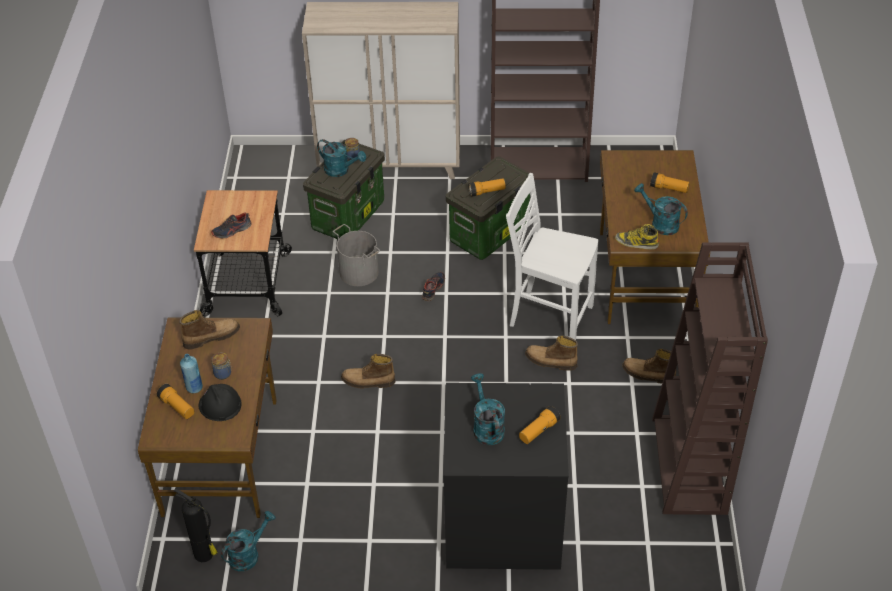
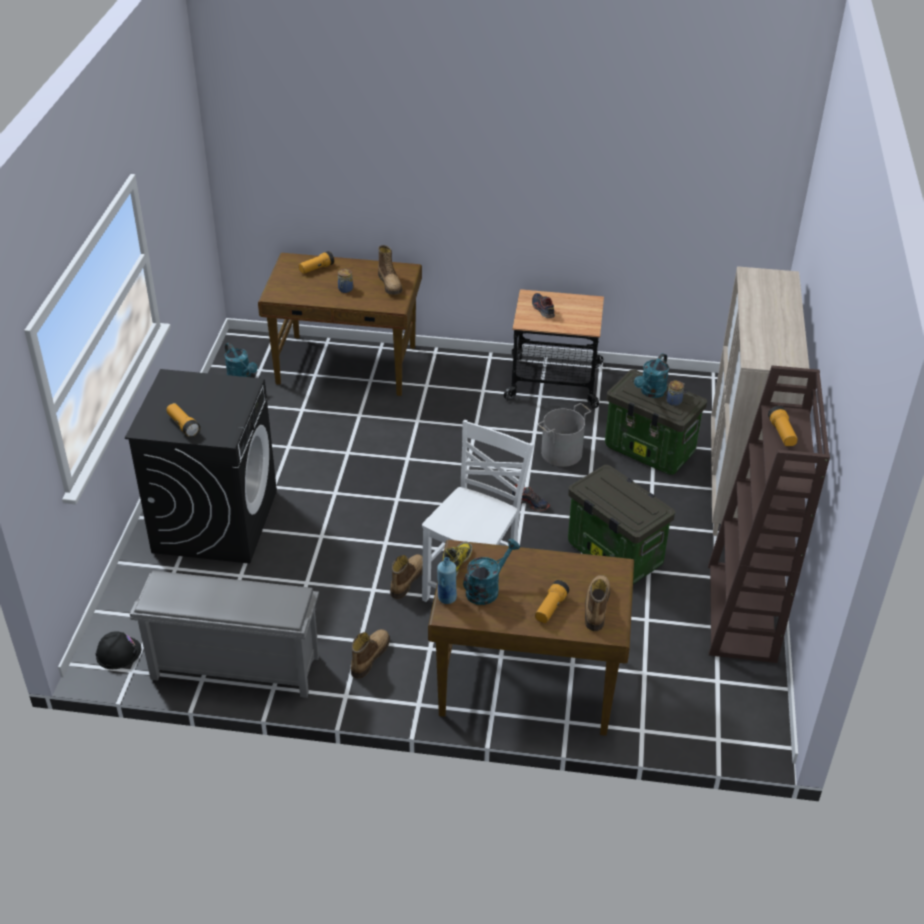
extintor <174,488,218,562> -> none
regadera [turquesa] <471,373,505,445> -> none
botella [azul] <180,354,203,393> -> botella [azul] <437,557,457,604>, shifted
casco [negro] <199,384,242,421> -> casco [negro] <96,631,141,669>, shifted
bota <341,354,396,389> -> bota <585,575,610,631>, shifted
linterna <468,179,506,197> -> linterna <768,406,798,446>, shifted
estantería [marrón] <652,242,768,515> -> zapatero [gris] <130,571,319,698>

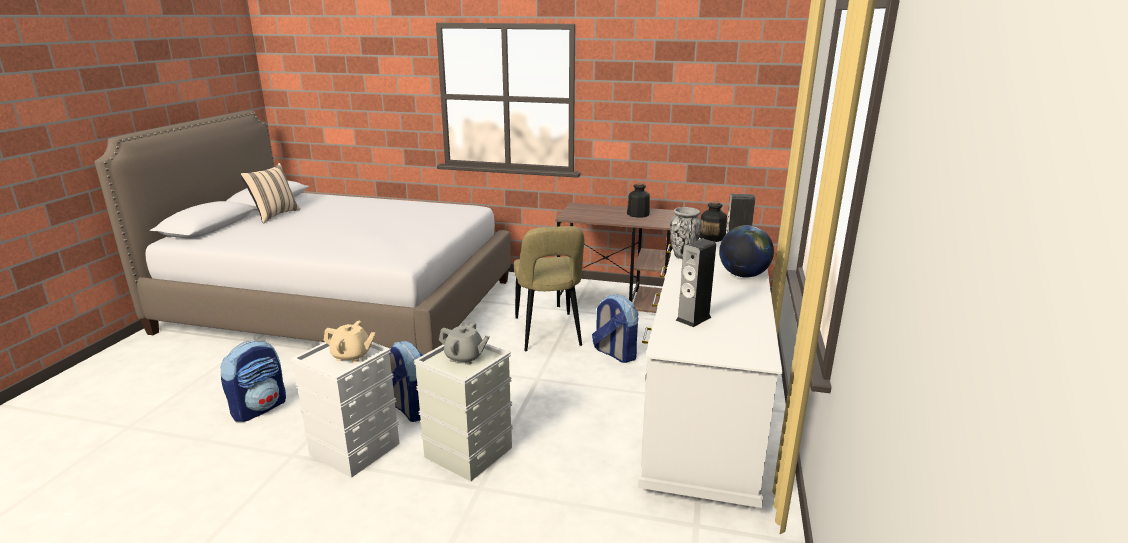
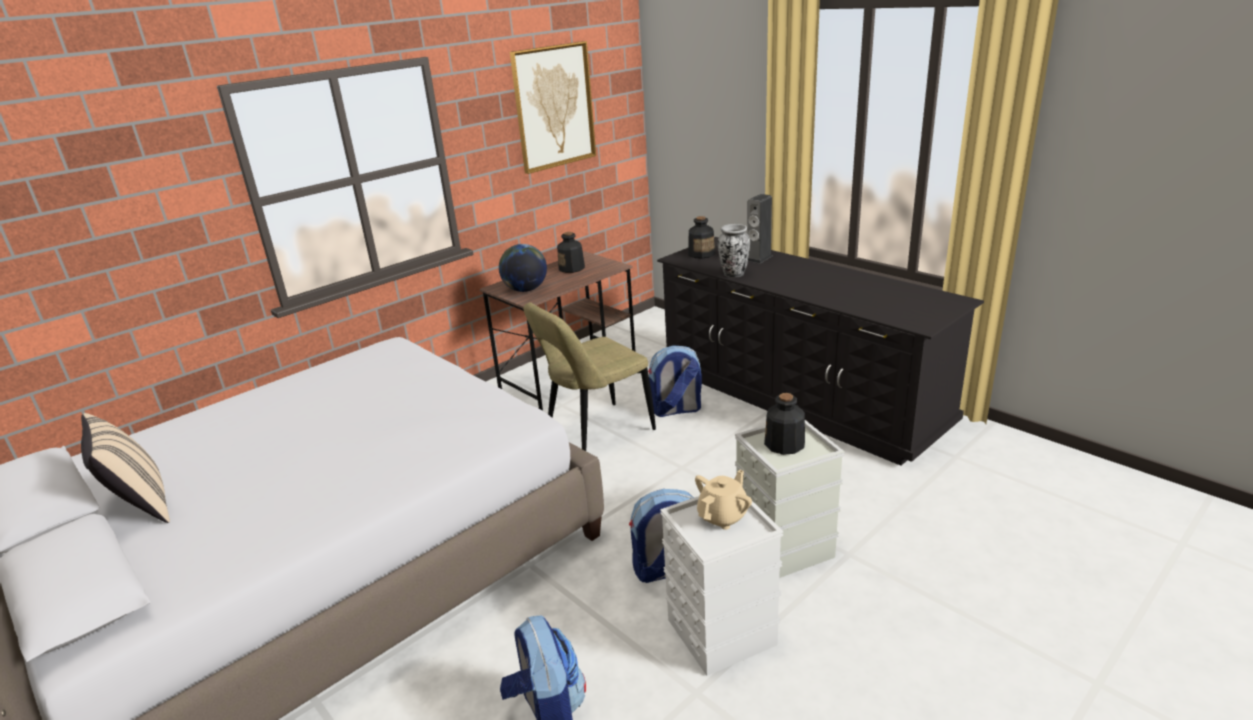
altavoz <676,238,716,327> -> none
none -> cuadro <510,41,596,174>
globo terráqueo <719,225,774,278> -> globo terráqueo <499,244,547,292>, shifted
tetera [gris] <439,323,490,365> -> botella <764,393,805,455>
cómoda [blanco] <638,238,782,509> -> cómoda [negro] <657,237,984,466>
silla [beis] <514,226,585,351> -> silla [beis] <523,302,656,451>, 120 degrees clockwise

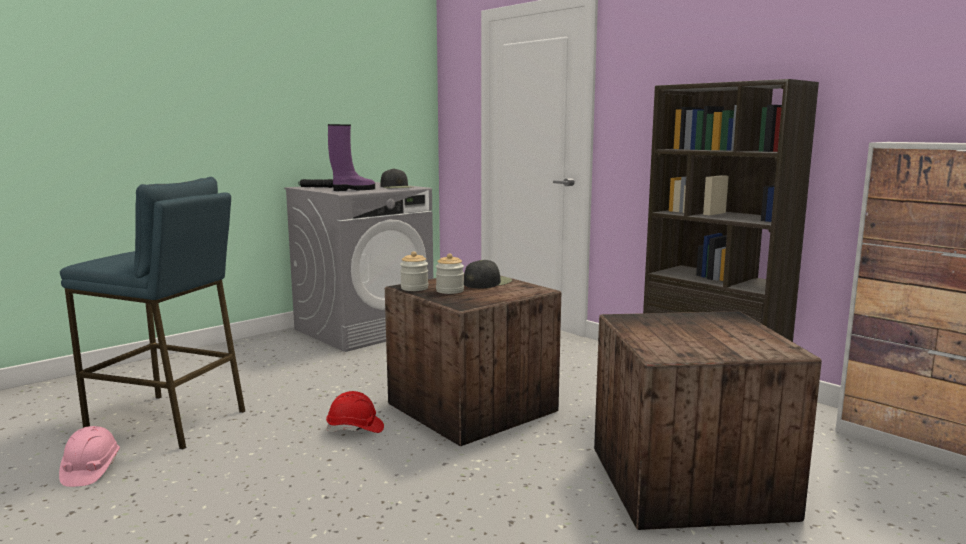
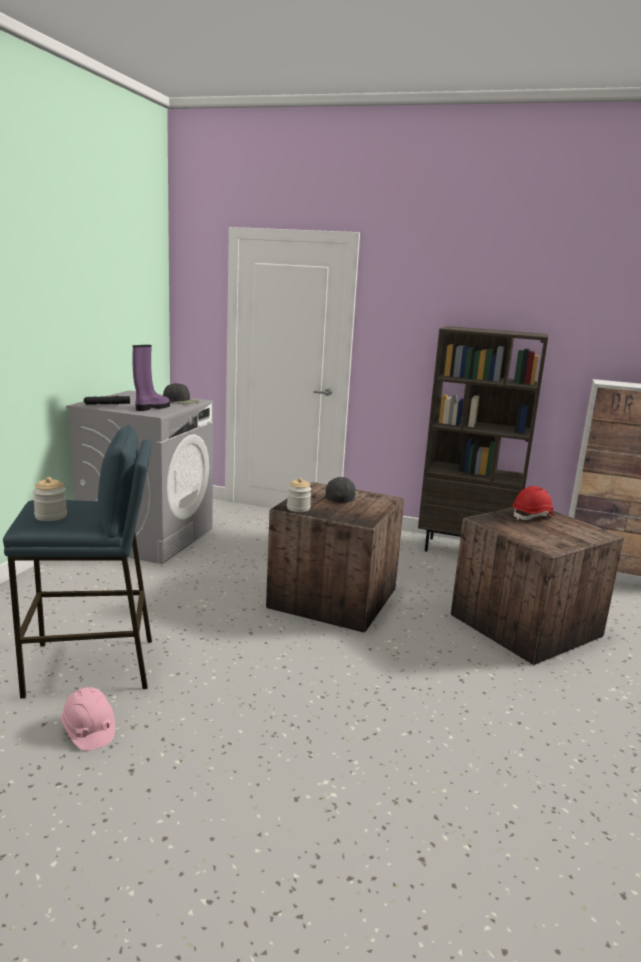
casco [rojo] <326,391,384,433> -> casco [rojo] <512,486,556,520>, shifted
tarro <436,253,464,294> -> tarro <33,477,67,521>, shifted

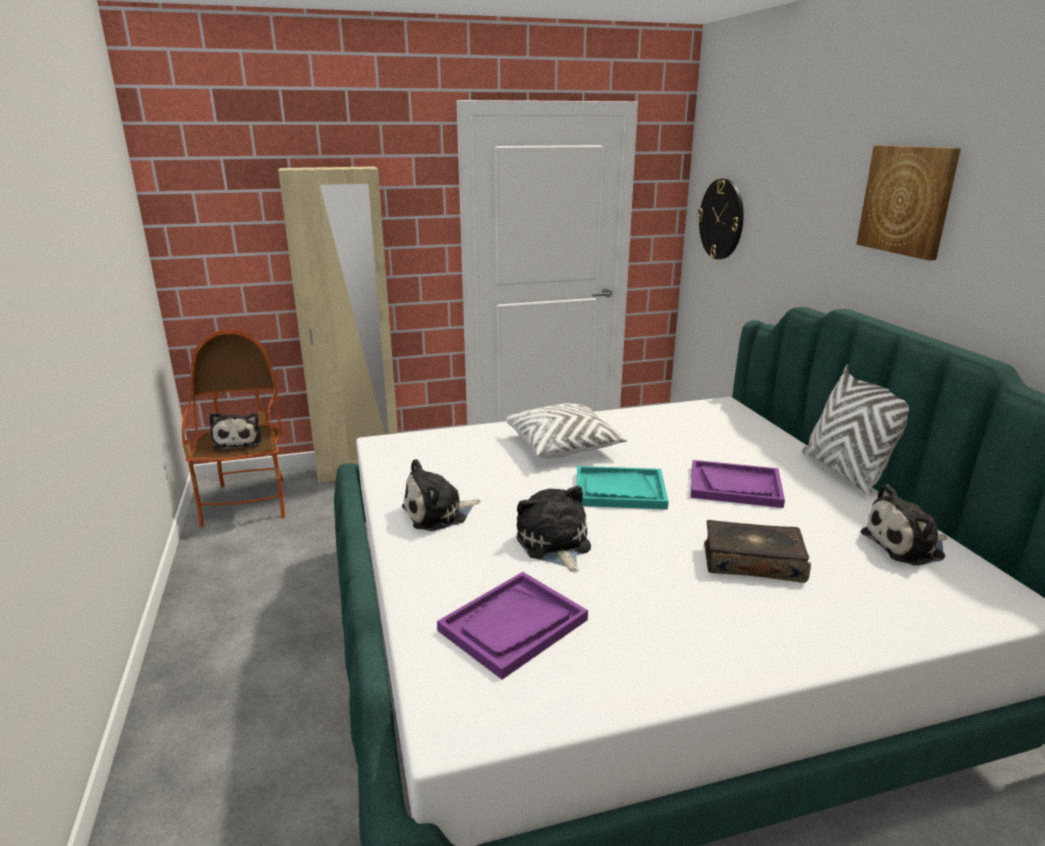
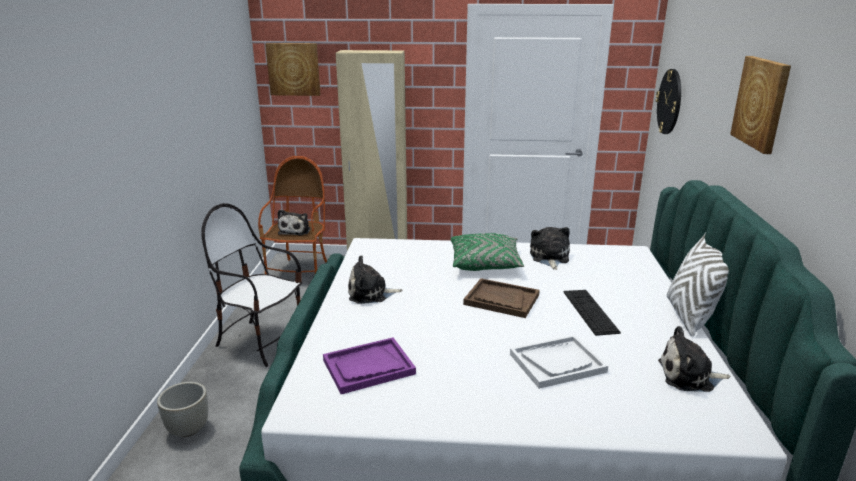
none -> maceta [gris] <157,382,208,437>
none -> silla <201,203,302,367>
none -> cuadro <265,43,321,96>
peluche <517,485,591,573> -> peluche <530,227,570,270>, shifted
bandeja [morado] <691,460,785,508> -> teclado <564,290,621,336>
libro <704,520,811,583> -> bandeja [blanco] <510,335,608,389>
cojín [blanco] <504,403,627,458> -> cojín [verde] <451,233,525,271>
bandeja [turquesa] <577,466,669,509> -> bandeja [marrón] <463,278,540,318>

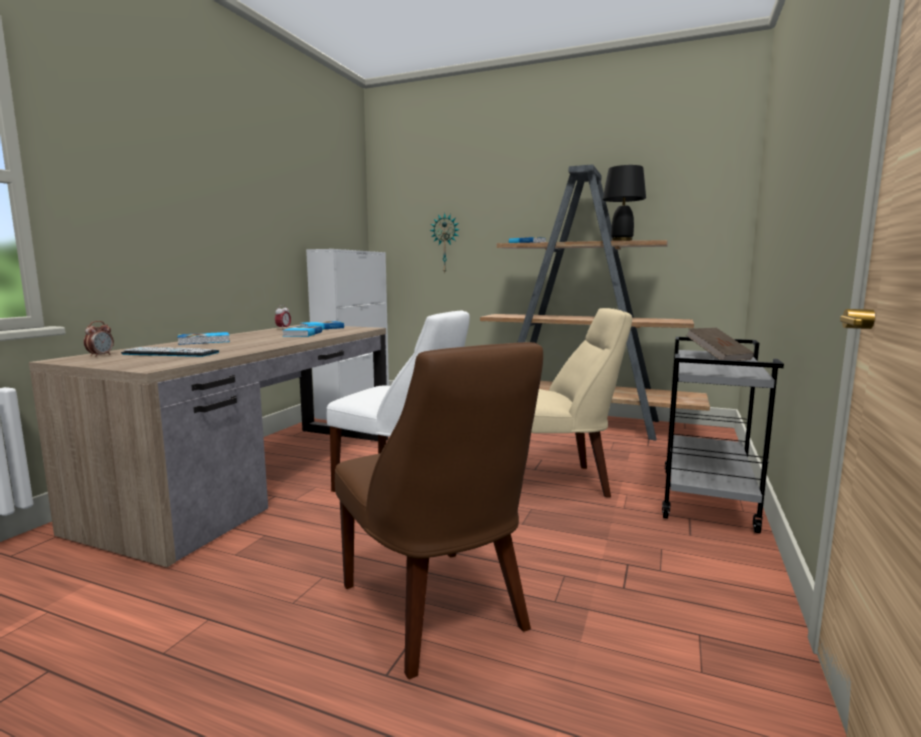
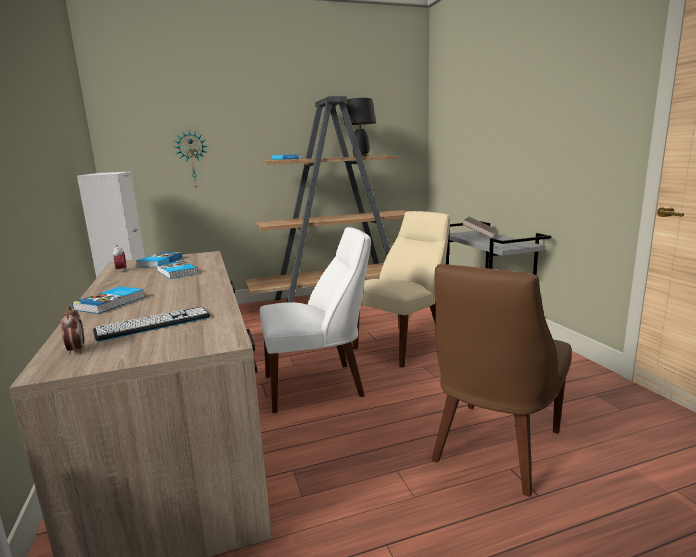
silla [marrón] <335,342,543,679> -> silla [marrón] <431,264,572,497>, 105 degrees clockwise

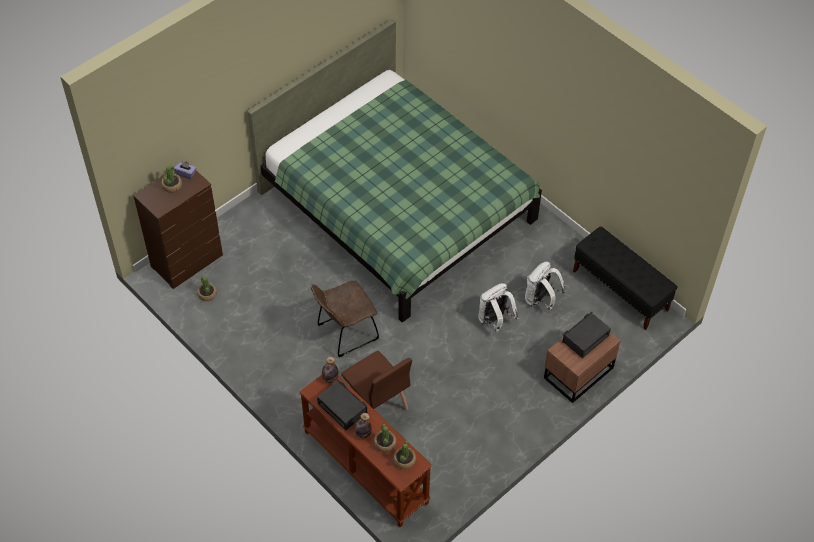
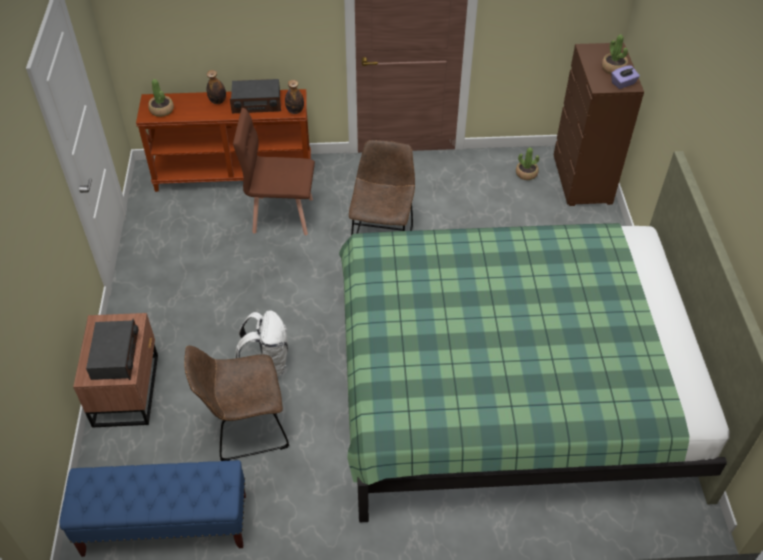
planta en maceta <374,424,396,452> -> none
mochila [blanco] <525,262,565,310> -> silla [marrón] <184,345,289,461>
banco [negro] <573,227,677,330> -> banco [azul] <59,460,246,557>

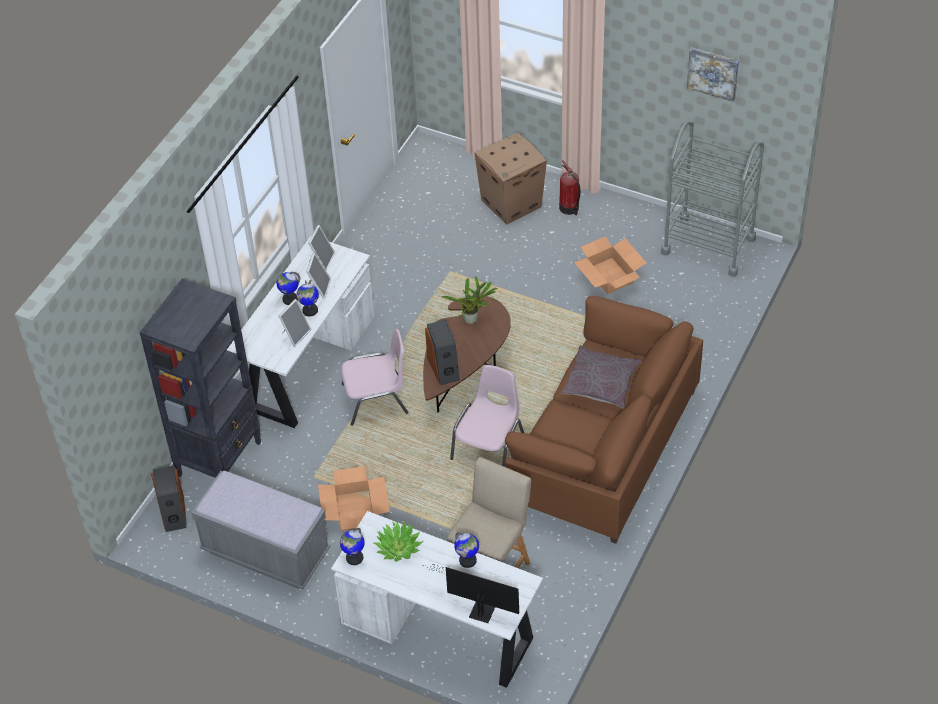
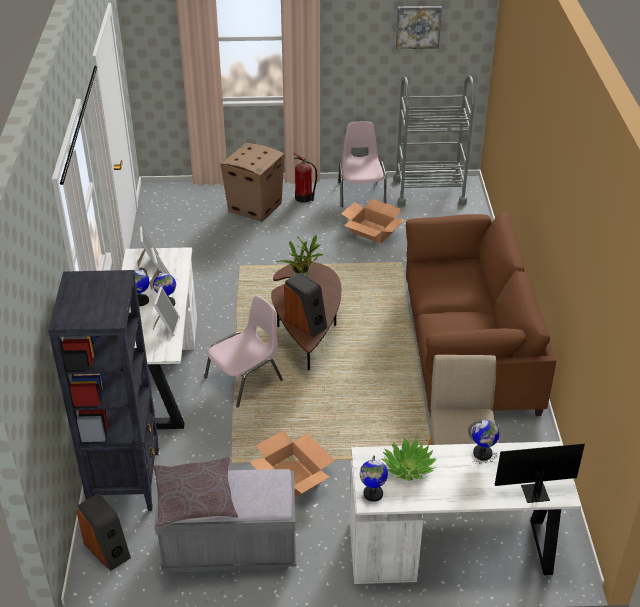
silla [rosa] <450,365,524,467> -> silla [rosa] <339,121,386,207>, shifted
cojín [gris] <561,345,641,409> -> cojín [gris] <154,457,238,528>, shifted

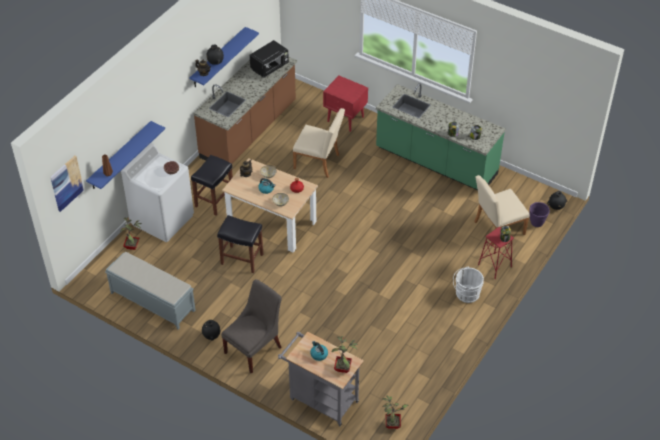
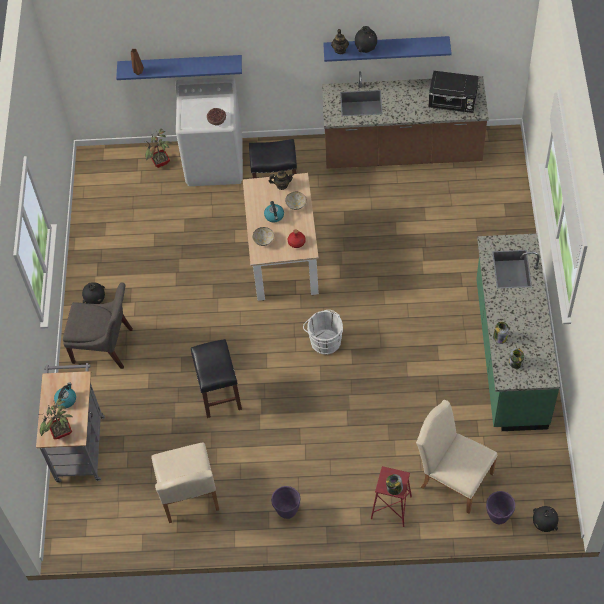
cuadro <50,155,84,212> -> none
banco [gris] <105,252,196,330> -> none
mesita de noche [rojo] <323,76,368,132> -> none
planta en maceta <382,396,409,429> -> none
none -> maceta [morado] <271,486,300,519>
taburete [negro] <217,215,263,273> -> taburete [negro] <191,339,242,418>, shifted
silla [beis] <293,108,345,178> -> silla [beis] <151,442,219,523>, shifted
cubo [blanco] <453,267,484,303> -> cubo [blanco] <303,310,343,355>, shifted

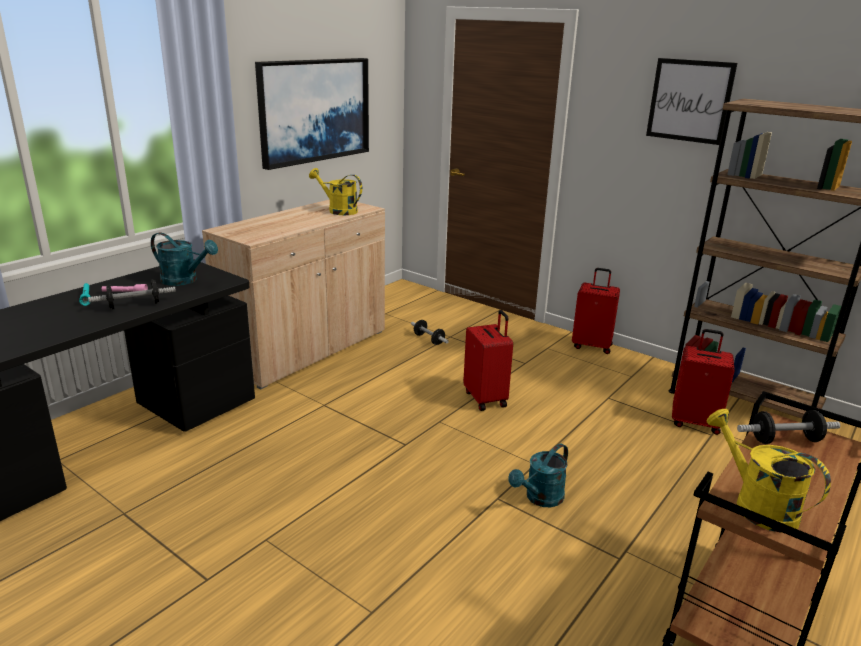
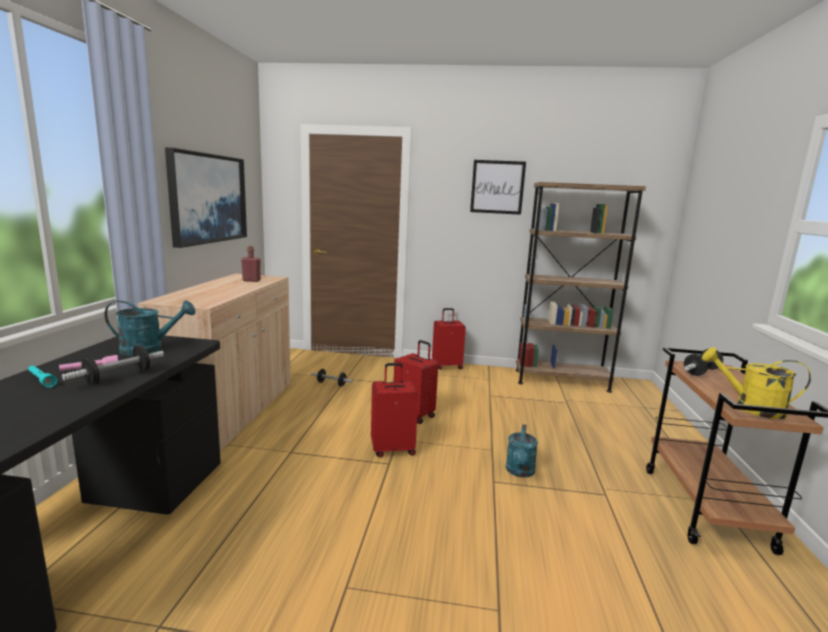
maleta [rojo] <672,329,735,435> -> maleta [rojo] <371,363,418,457>, shifted
regadera [amarillo] <309,168,362,215> -> botella [rojo] <241,246,261,282>

